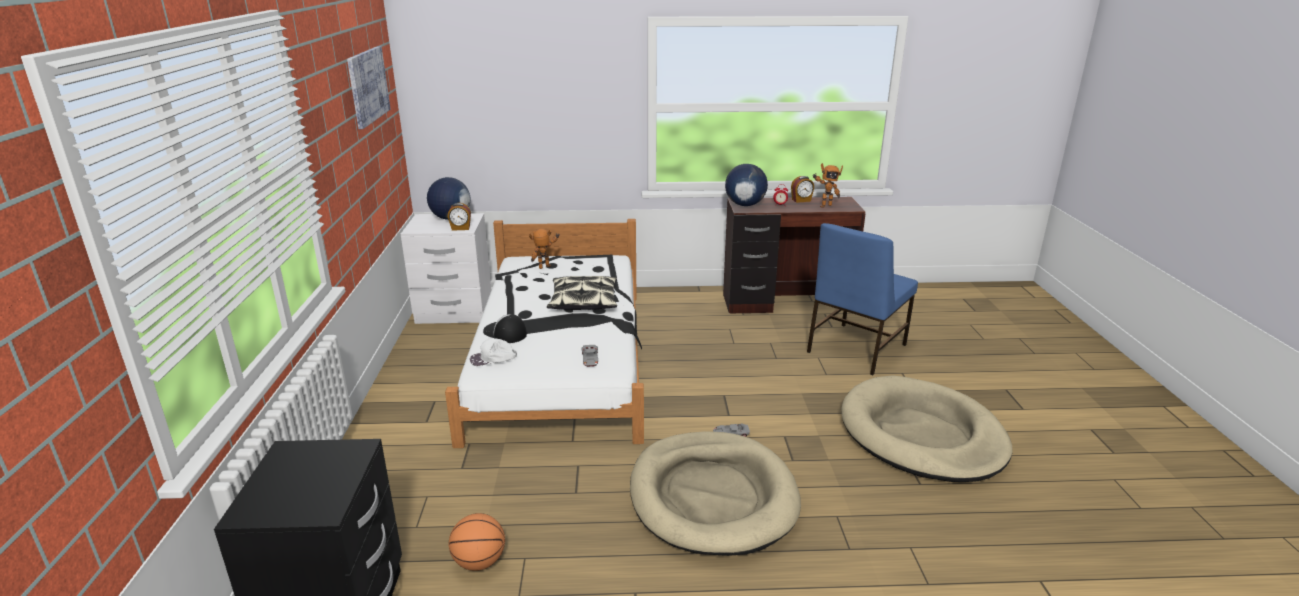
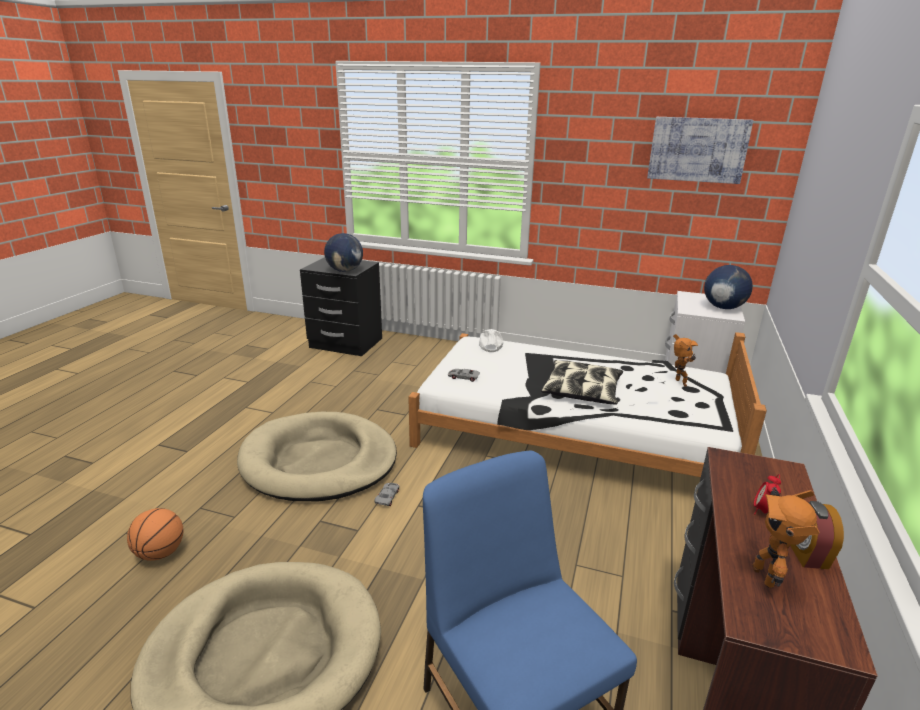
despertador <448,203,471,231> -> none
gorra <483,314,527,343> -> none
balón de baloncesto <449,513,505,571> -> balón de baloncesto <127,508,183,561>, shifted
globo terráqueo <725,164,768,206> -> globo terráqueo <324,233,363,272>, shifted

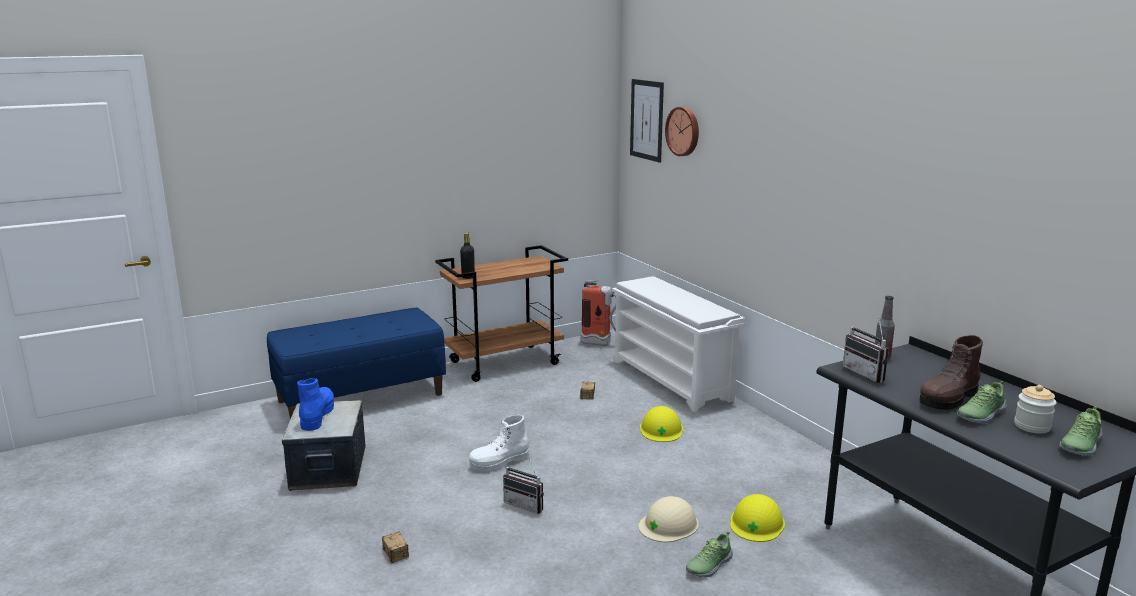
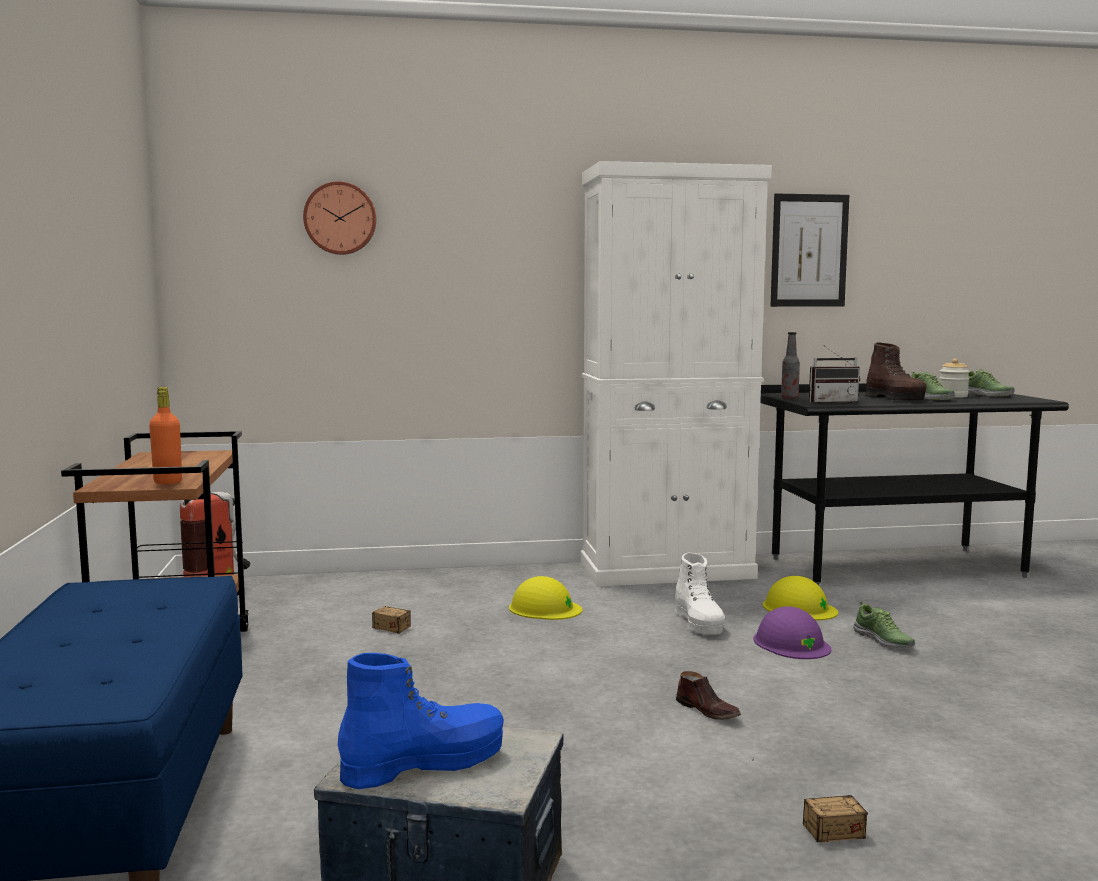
zapatero [blanco] <612,276,745,412> -> none
none -> armario [blanco] <581,161,772,586>
bota [blanco] <469,415,529,471> -> bota [blanco] <675,553,725,634>, shifted
cuadro <630,79,664,163> -> cuadro <771,194,849,307>, shifted
radio <503,455,544,514> -> zapato [marrón] <676,671,741,720>
botella [negro] <460,233,475,279> -> botella [naranja] <149,387,182,484>
casco [beis] <639,496,699,542> -> casco [morado] <754,606,831,659>
bota [azul] <297,378,334,431> -> bota [azul] <338,653,504,789>, 135 degrees clockwise

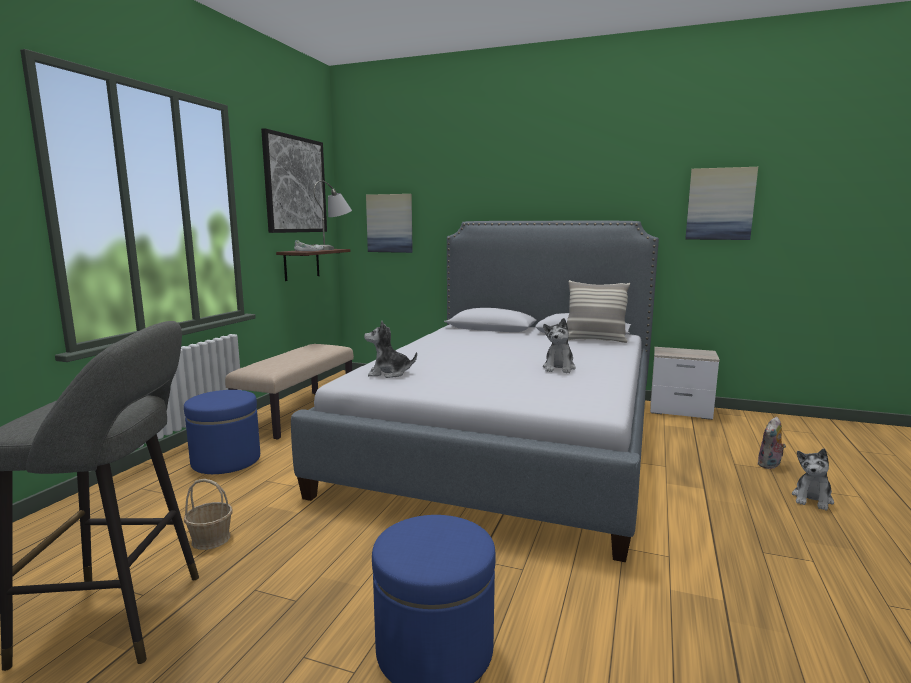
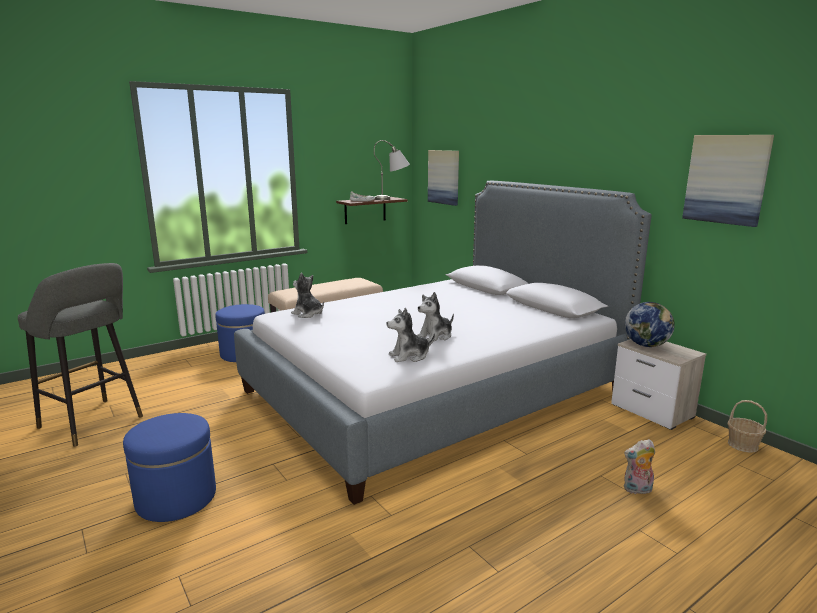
cuadro <261,128,327,233> -> none
cojín <567,280,630,343> -> none
none -> globo terráqueo <625,302,675,347>
cesta <184,479,232,550> -> cesta <727,400,767,453>, shifted
peluche <792,448,834,511> -> peluche <387,308,435,362>, shifted

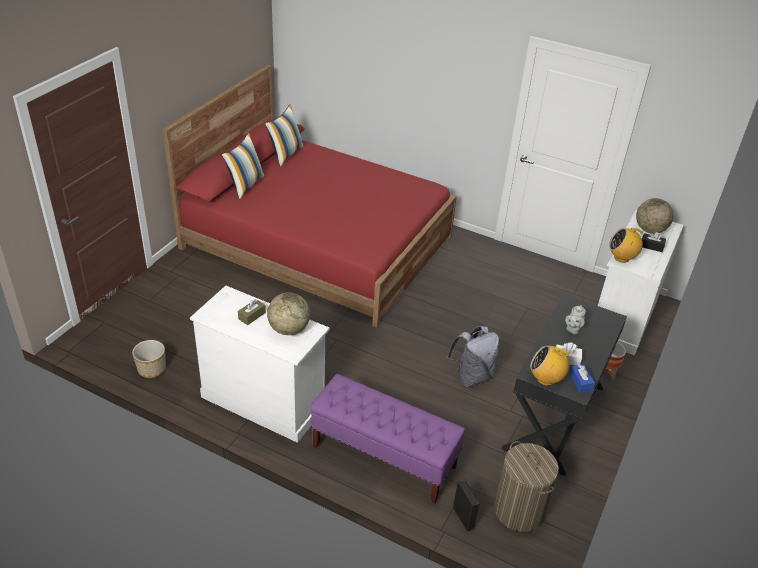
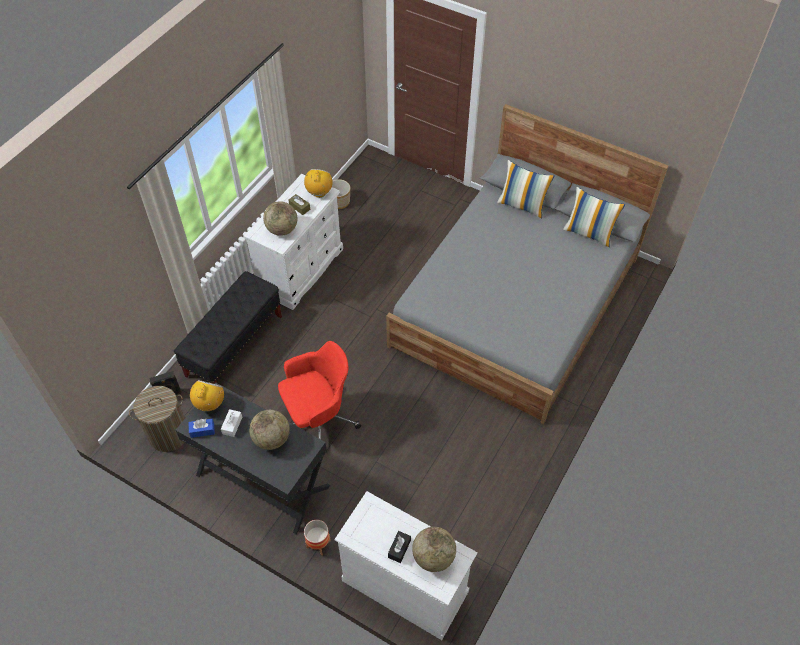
radio <609,228,643,263> -> radio <304,169,333,198>, shifted
mochila [gris] <447,326,499,387> -> silla de oficina [rojo] <278,341,361,439>
tetera [gris] <565,305,586,334> -> globo terráqueo <249,410,290,450>
cama [rojo] <162,65,457,328> -> cama [gris] <386,104,668,424>
banco [morado] <310,374,465,504> -> banco [negro] <174,271,282,384>

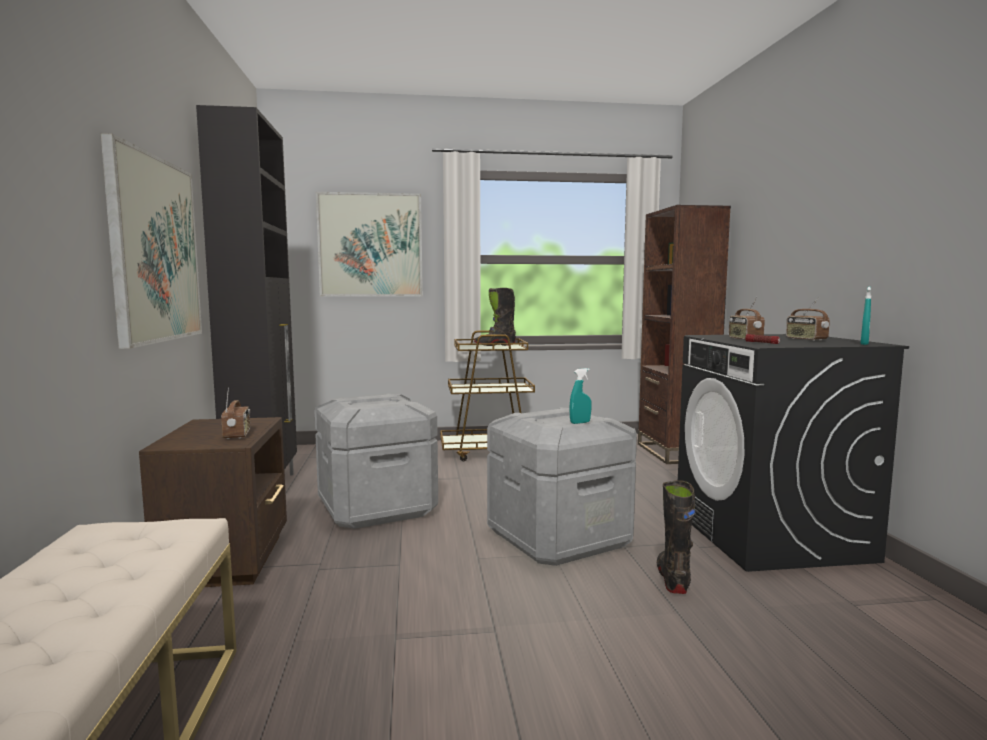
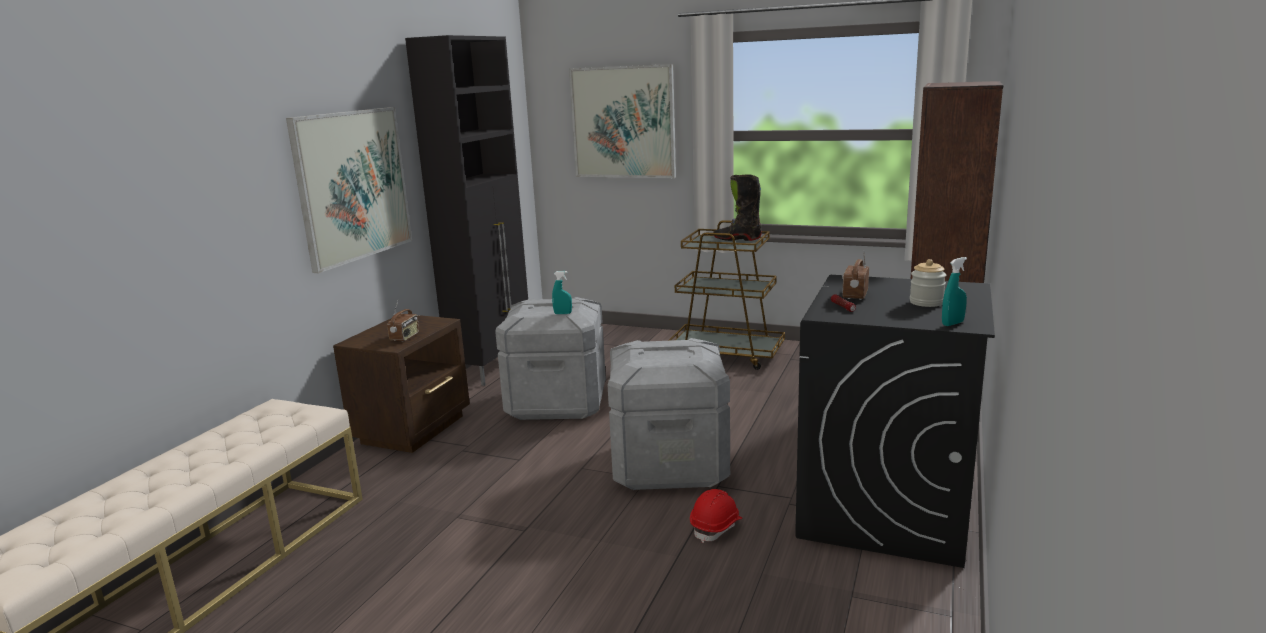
pulverizador [turquesa] <570,368,592,424> -> pulverizador [turquesa] <552,271,572,314>, shifted
bota [negro] <657,480,695,594> -> casco [rojo] <690,489,742,543>
radio <786,297,830,341> -> tarro <910,259,946,307>

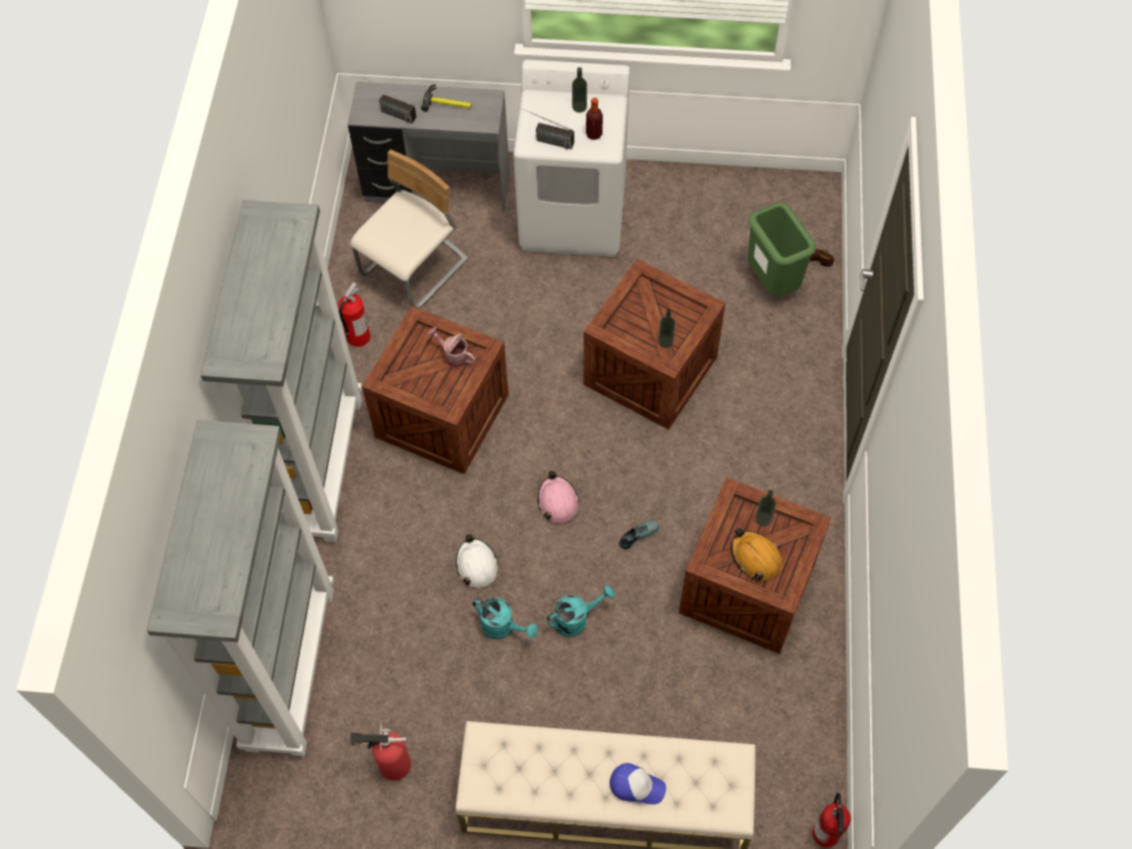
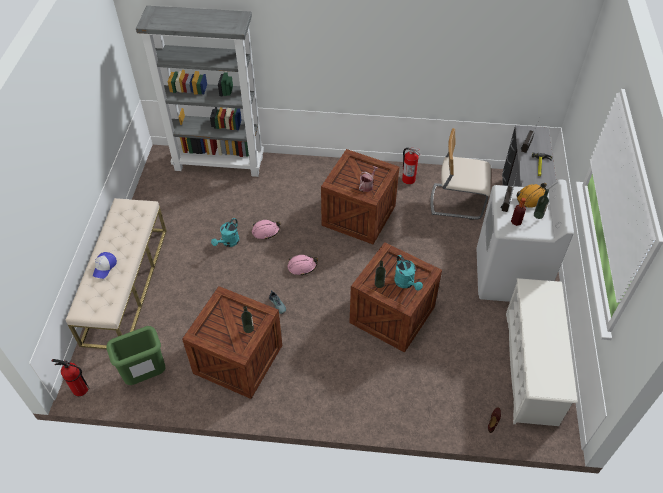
estantería [gris] <201,200,362,542> -> none
extintor <350,723,411,781> -> none
none -> zapatero [blanco] <506,278,578,426>
regadera [turquesa] <547,585,615,637> -> regadera [turquesa] <394,255,423,291>, shifted
casco [naranja] <731,528,782,581> -> casco [naranja] <516,183,547,208>, shifted
papelera [verde] <748,202,816,297> -> papelera [verde] <106,326,166,385>, shifted
casco [blanco] <456,534,498,588> -> casco [rosa] <252,220,281,239>
silla [beis] <350,150,468,308> -> silla [beis] <430,128,491,220>, 150 degrees clockwise

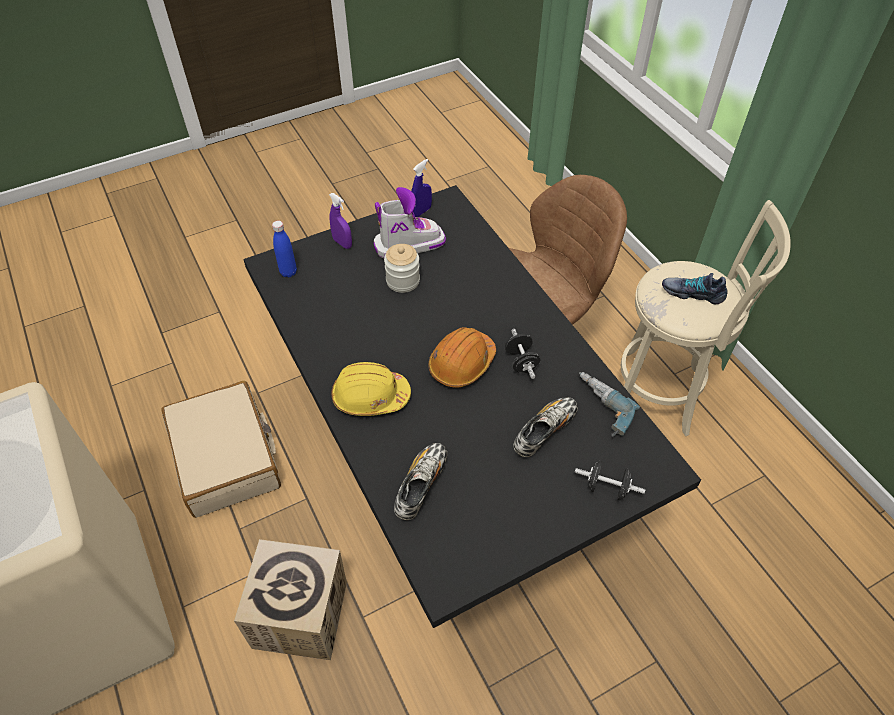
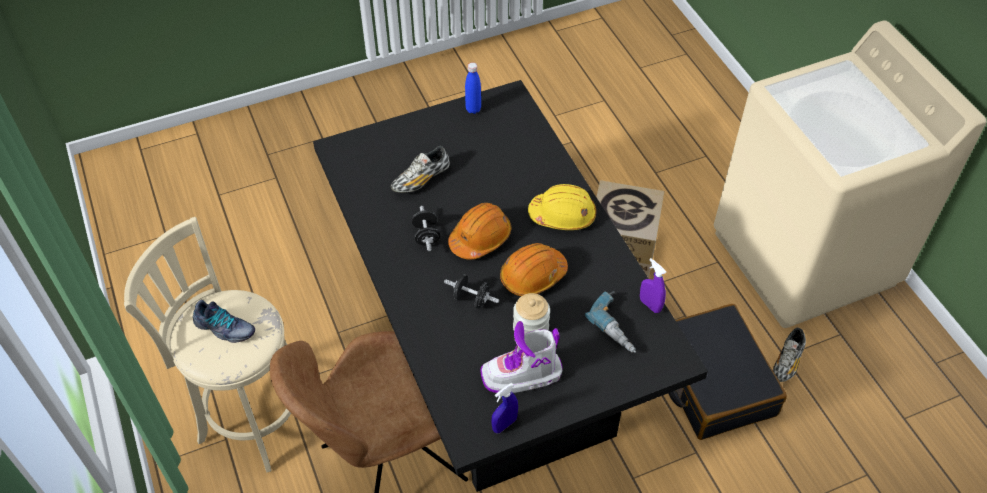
none -> casco [naranja] <500,243,568,296>
botella [azul] <272,220,297,277> -> botella [azul] <465,62,481,114>, shifted
pulverizador [morado] <329,193,352,249> -> pulverizador [morado] <640,258,666,313>, shifted
zapato <394,443,447,520> -> zapato <773,328,806,382>, shifted
mancuerna [negro] <575,460,646,500> -> mancuerna [negro] <444,275,499,309>, shifted
taladro <579,372,640,437> -> taladro <585,291,636,353>, shifted
maleta [beis] <161,381,281,518> -> maleta [negro] <668,304,787,440>

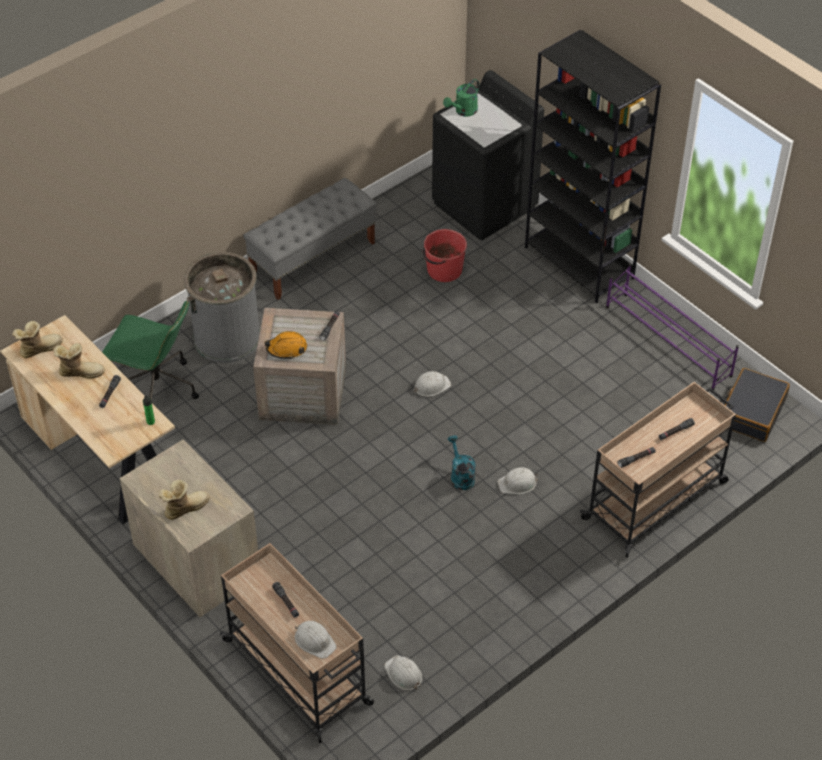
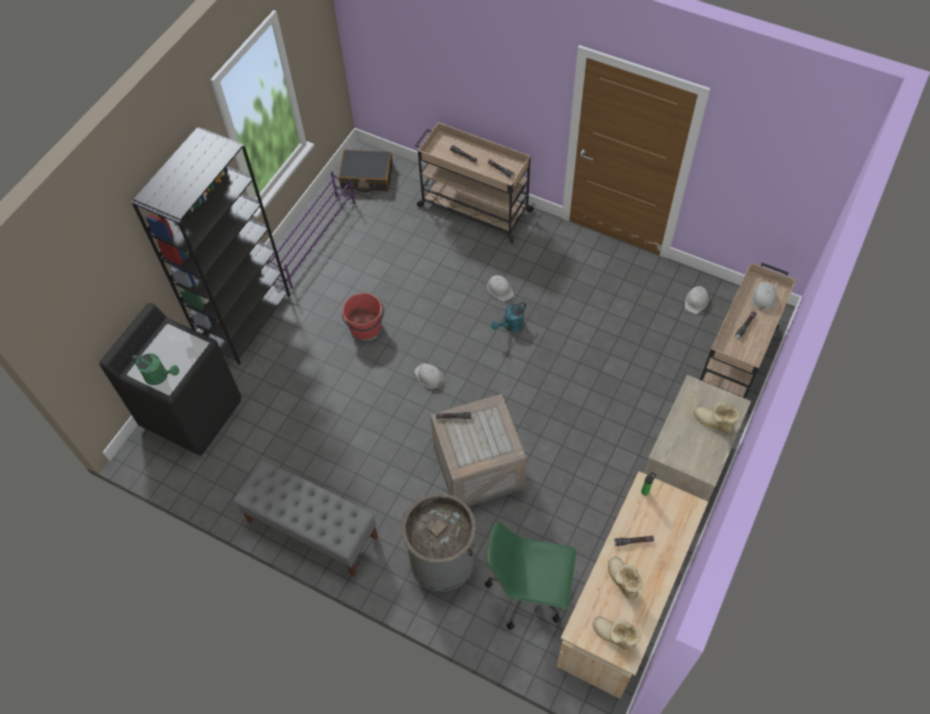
casco [naranja] <264,331,307,359> -> none
cubo [rojo] <423,229,467,282> -> cubo [rojo] <342,293,384,340>, shifted
silla de oficina [verde] <102,300,199,401> -> silla de oficina [verde] <485,521,577,630>, 75 degrees counterclockwise

